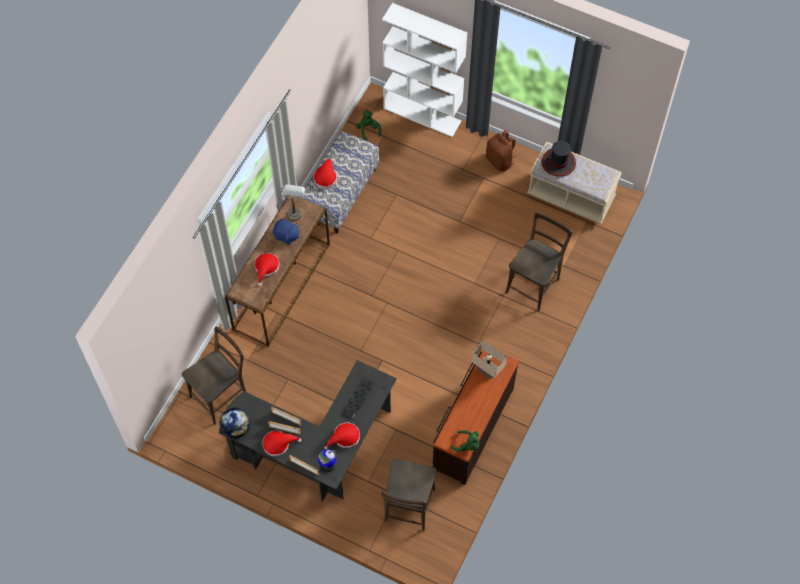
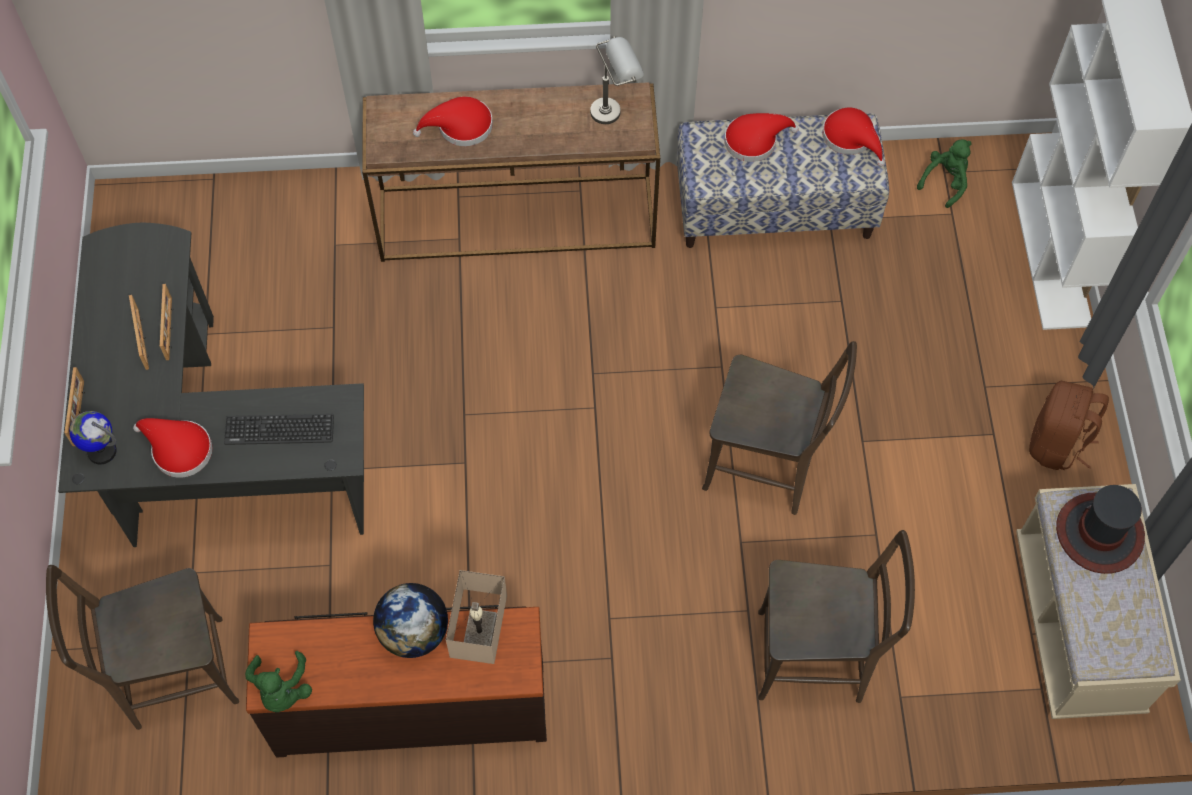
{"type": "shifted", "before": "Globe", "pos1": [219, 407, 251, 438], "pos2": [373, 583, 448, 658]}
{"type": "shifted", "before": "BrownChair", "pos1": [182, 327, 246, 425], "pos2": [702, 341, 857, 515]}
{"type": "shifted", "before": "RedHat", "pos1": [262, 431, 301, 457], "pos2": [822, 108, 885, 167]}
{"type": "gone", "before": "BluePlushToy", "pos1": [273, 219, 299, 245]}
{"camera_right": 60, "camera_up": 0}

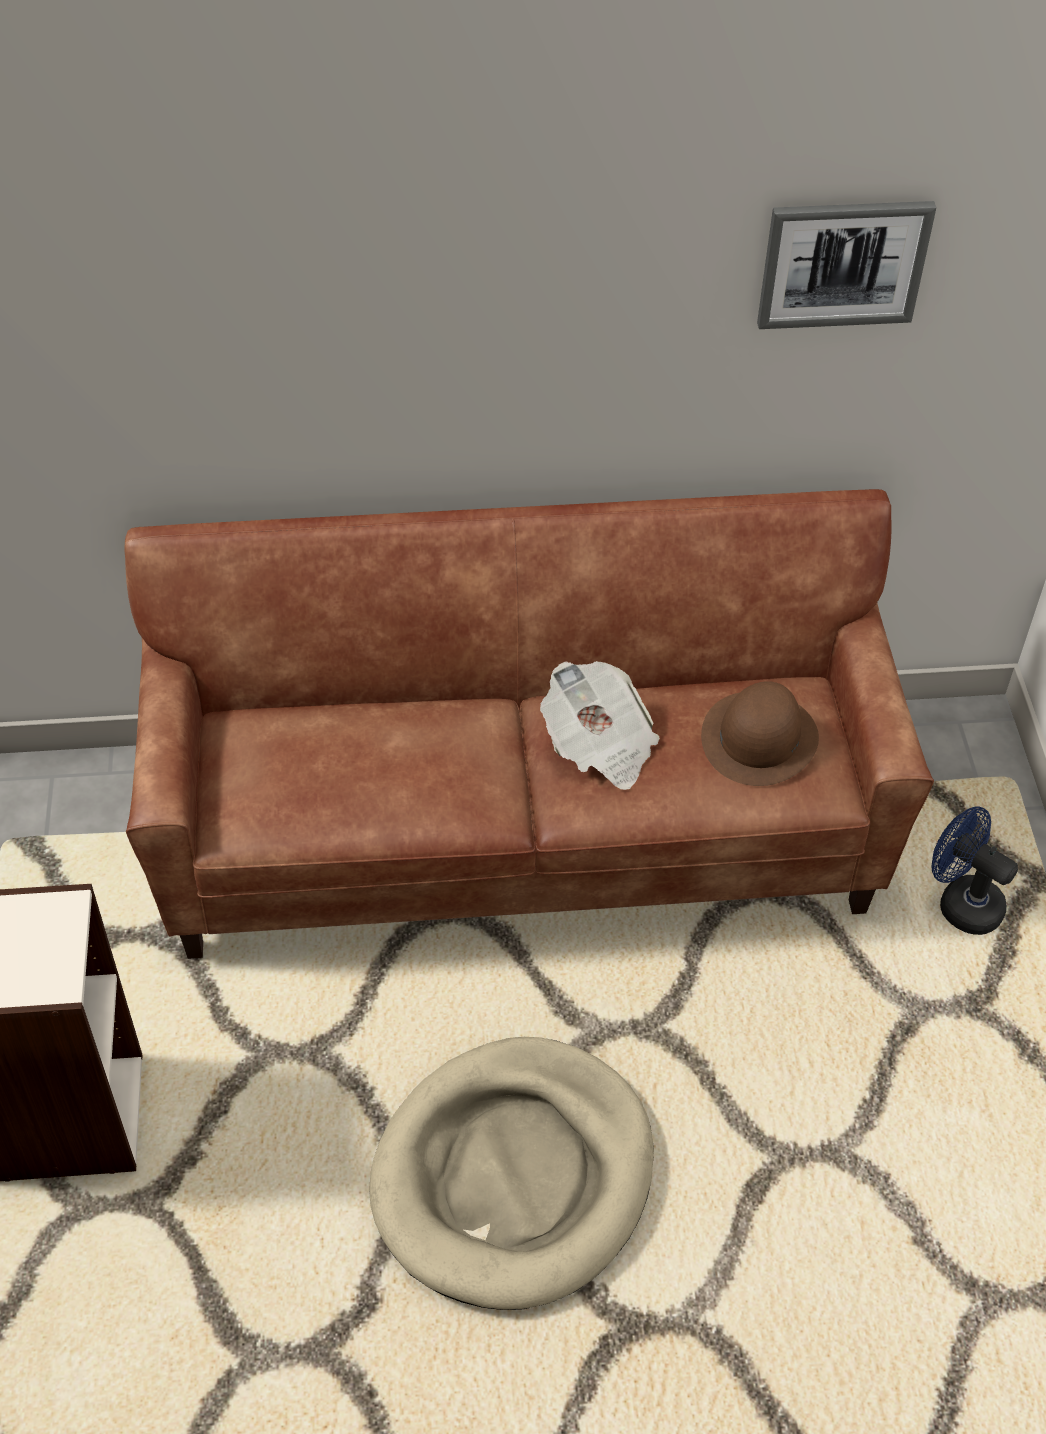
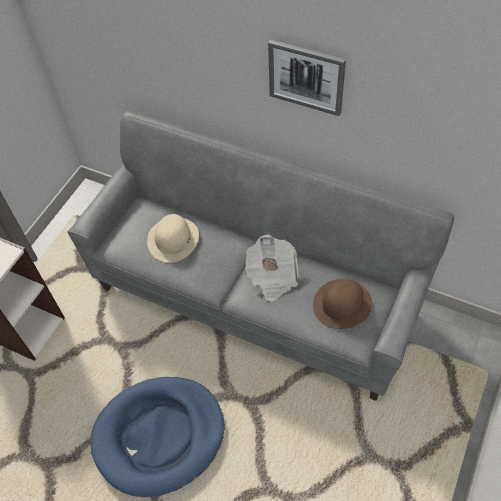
{"type": "repainted", "before": "BrownSofa", "after": "GreySofa", "pos1": [125, 489, 934, 959], "pos2": [67, 111, 454, 401]}
{"type": "repainted", "before": "BeigeDogBed", "after": "BlueDogBed", "pos1": [369, 1037, 654, 1310], "pos2": [91, 377, 225, 497]}
{"type": "new", "after": "BeigeHat", "pos2": [147, 214, 199, 263]}
{"type": "shifted", "before": "Picture", "pos1": [757, 201, 936, 329], "pos2": [268, 40, 346, 116]}
{"type": "gone", "before": "BlueFan", "pos1": [932, 806, 1018, 935]}
{"camera_right": 35, "camera_up": 5}

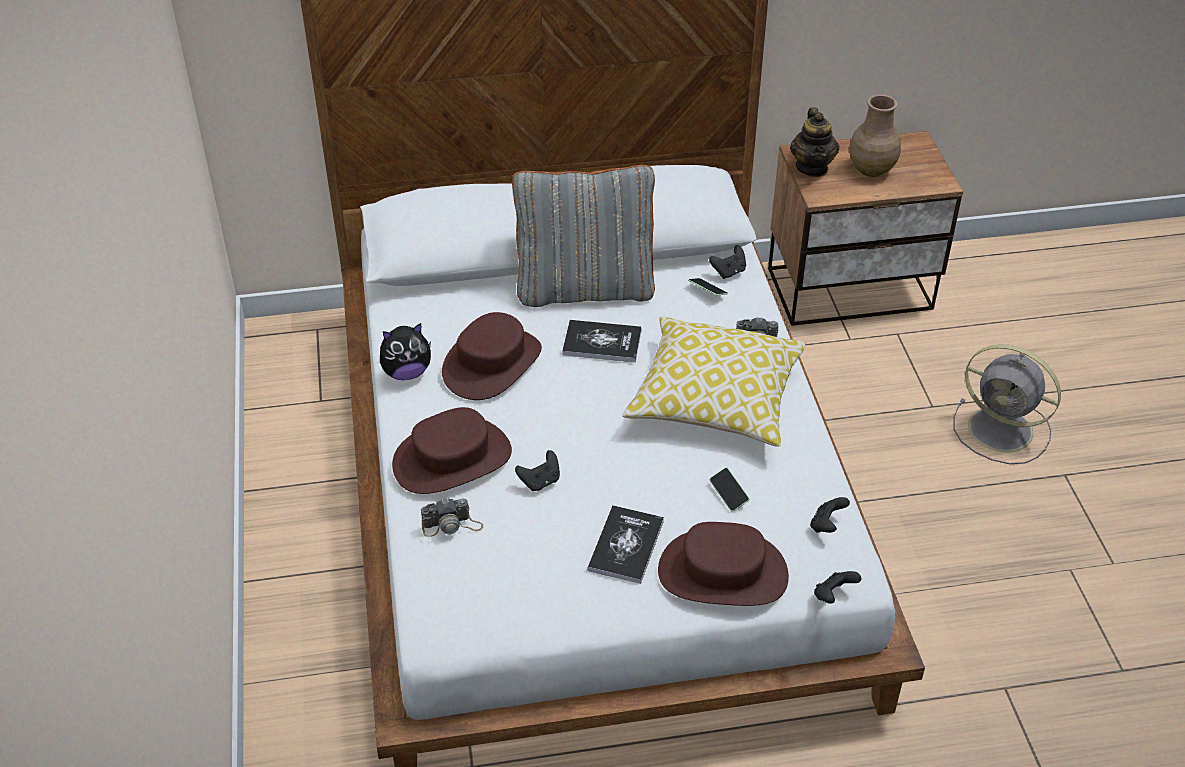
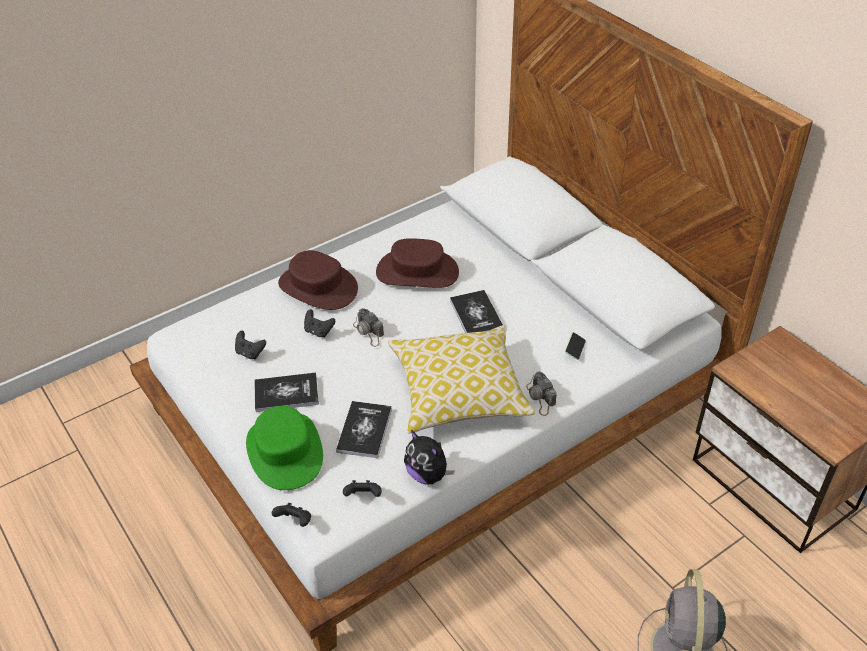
{"type": "shifted", "before": "BlackGameController", "pos1": [709, 245, 746, 279], "pos2": [235, 331, 266, 359]}
{"type": "repainted", "before": "BrownHat", "after": "GreenHat", "pos1": [658, 522, 789, 606], "pos2": [246, 406, 323, 490]}
{"type": "swapped", "before": "Phone", "after": "Book", "pos1": [710, 468, 750, 511], "pos2": [336, 401, 392, 458]}
{"type": "shifted", "before": "PhotoCamera", "pos1": [421, 498, 483, 537], "pos2": [353, 308, 384, 347]}
{"type": "shifted", "before": "PlushToy", "pos1": [380, 323, 431, 380], "pos2": [404, 430, 454, 485]}
{"type": "gone", "before": "GreyPillow", "pos1": [512, 165, 655, 307]}
{"type": "gone", "before": "Teapot", "pos1": [790, 107, 840, 177]}
{"type": "gone", "before": "BrownVase", "pos1": [849, 94, 901, 177]}
{"camera_right": 65, "camera_up": 0}

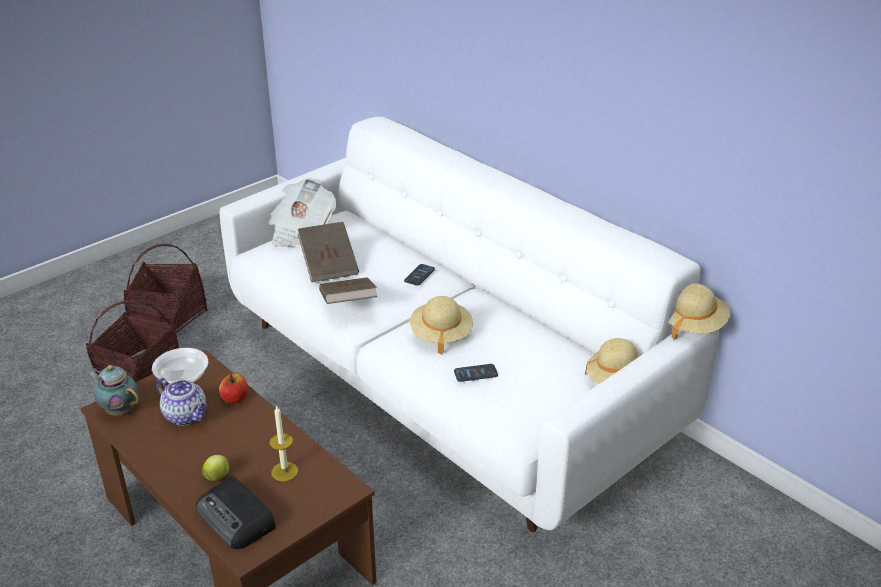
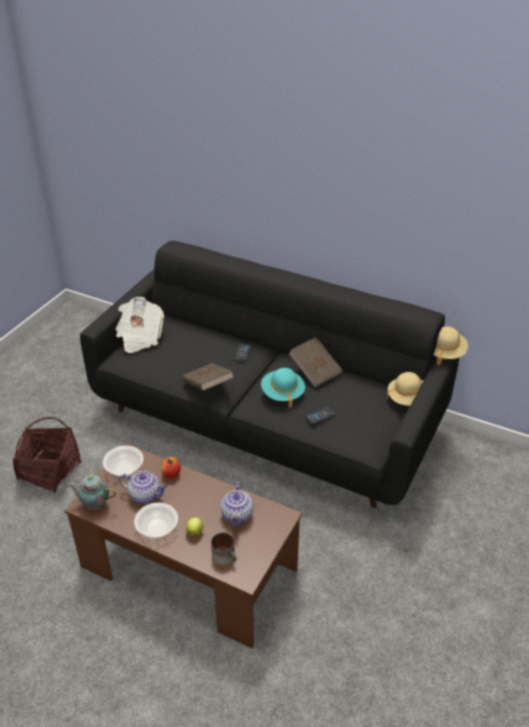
{"type": "repainted", "before": "WhiteSofa", "after": "BlackSofa", "pos1": [220, 117, 719, 532], "pos2": [80, 241, 459, 508]}
{"type": "new", "after": "Bowl", "pos2": [134, 503, 178, 538]}
{"type": "swapped", "before": "Radio", "after": "Mug", "pos1": [196, 476, 276, 549], "pos2": [211, 532, 237, 565]}
{"type": "swapped", "before": "Candle", "after": "Teapot", "pos1": [270, 406, 298, 481], "pos2": [220, 482, 253, 527]}
{"type": "repainted", "before": "BeigeHat", "after": "TurquoiseHat", "pos1": [410, 296, 473, 354], "pos2": [261, 368, 305, 408]}
{"type": "shifted", "before": "BrownBook", "pos1": [298, 222, 359, 282], "pos2": [289, 337, 343, 387]}
{"type": "gone", "before": "Basket", "pos1": [124, 244, 208, 333]}
{"camera_right": -20, "camera_up": 5}

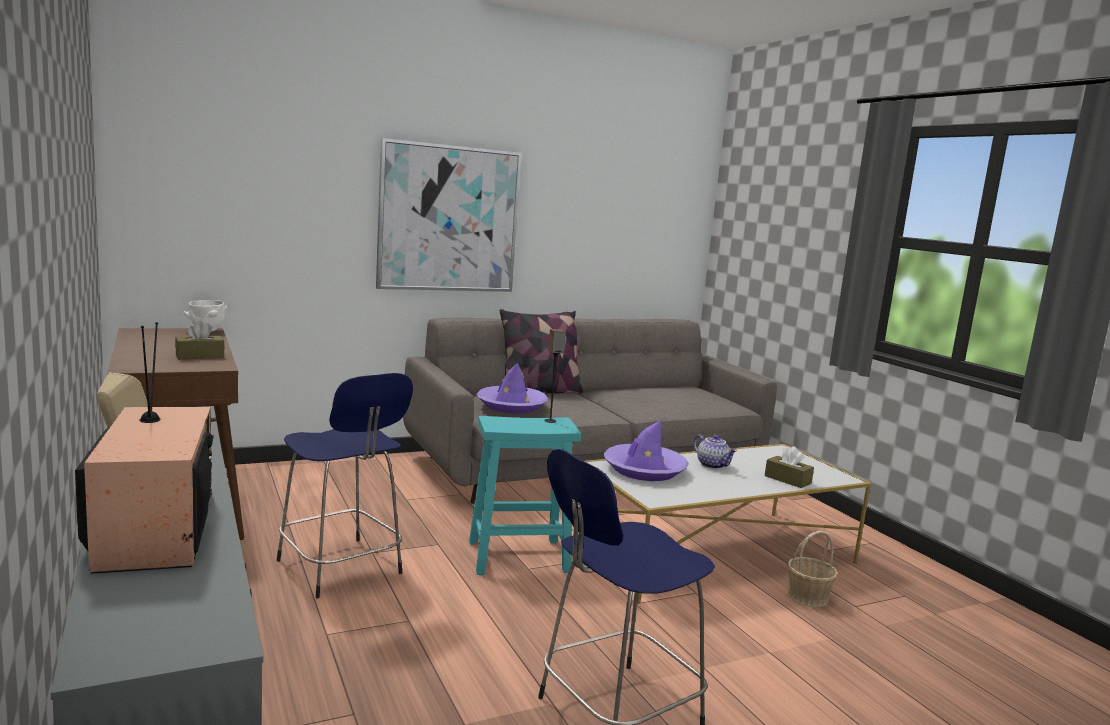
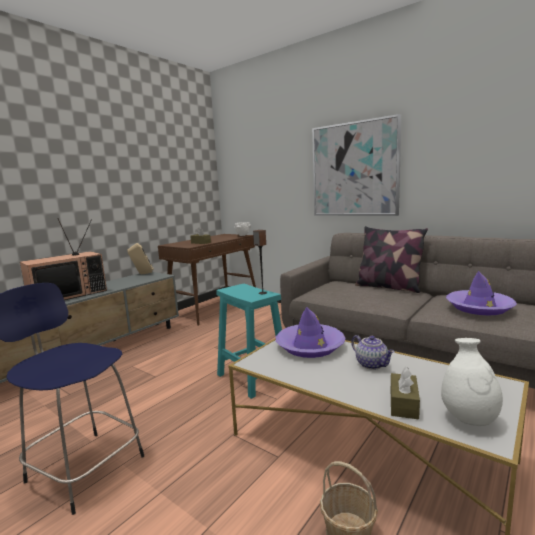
{"type": "rotated", "before": "Teapot", "pos1": [693, 435, 737, 469], "pos2": [351, 335, 395, 370], "turn": -60}
{"type": "new", "after": "WhiteVase", "pos2": [441, 338, 503, 426]}
{"type": "shifted", "before": "PurpleHat", "pos1": [477, 363, 549, 413], "pos2": [446, 271, 517, 316]}
{"type": "gone", "before": "BlueStool", "pos1": [277, 373, 413, 599]}
{"camera_right": 65, "camera_up": 0}

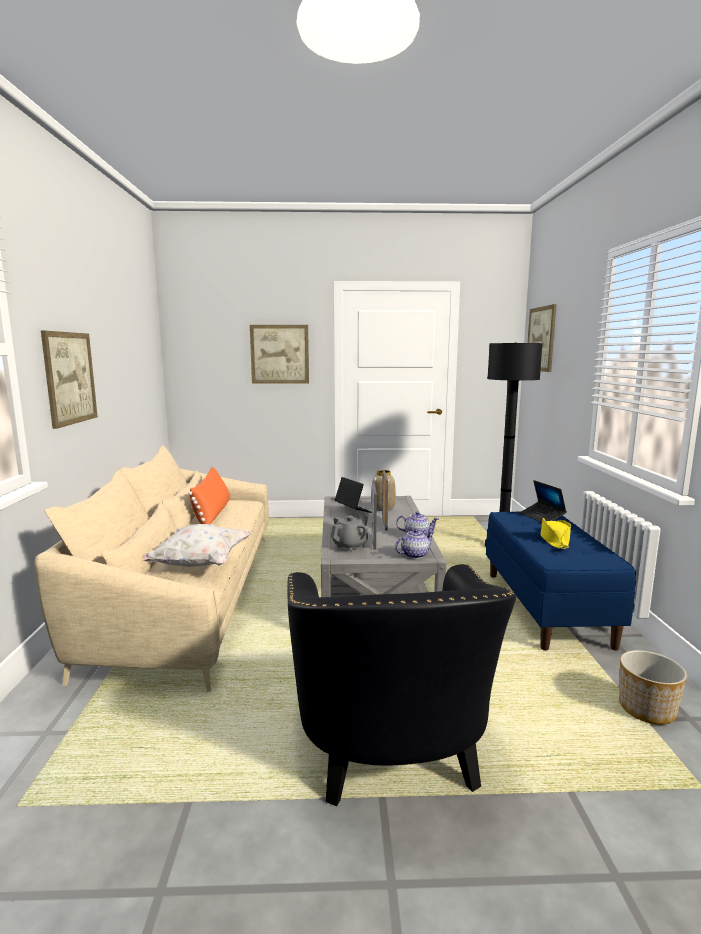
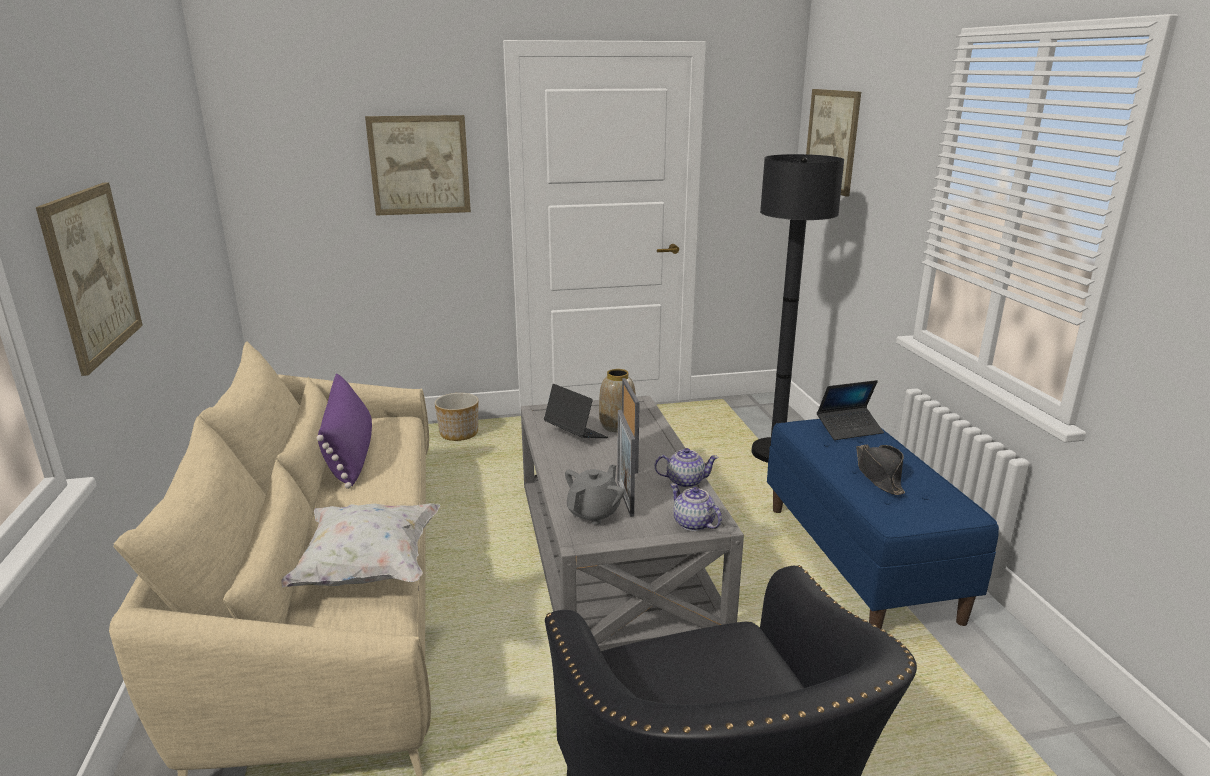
{"type": "repainted", "before": "OrangePillow", "after": "PurplePillow", "pos1": [188, 467, 230, 524], "pos2": [317, 373, 372, 489]}
{"type": "shifted", "before": "Planter", "pos1": [619, 650, 687, 725], "pos2": [435, 393, 478, 441]}
{"type": "rotated", "before": "Teapot", "pos1": [395, 529, 434, 559], "pos2": [670, 483, 722, 531], "turn": -90}
{"type": "rotated", "before": "Laptop", "pos1": [520, 480, 567, 523], "pos2": [817, 380, 884, 440], "turn": -75}
{"type": "repainted", "before": "YellowHat", "after": "BlackHat", "pos1": [541, 518, 571, 549], "pos2": [856, 444, 905, 495]}
{"camera_right": -10, "camera_up": 10}

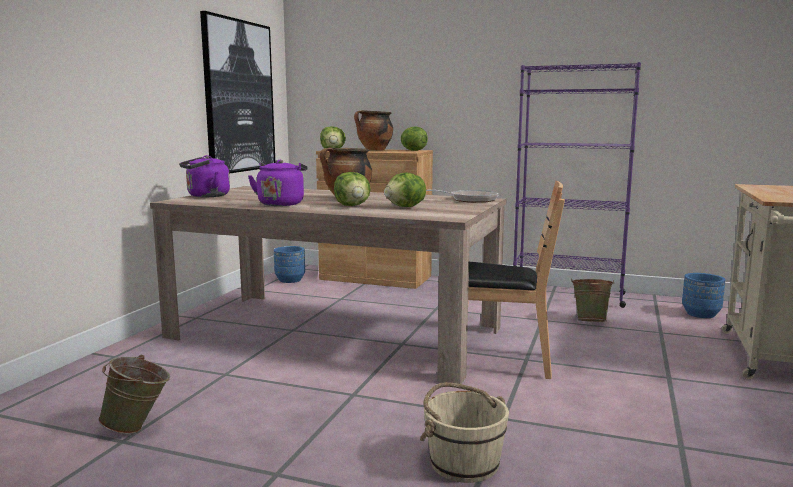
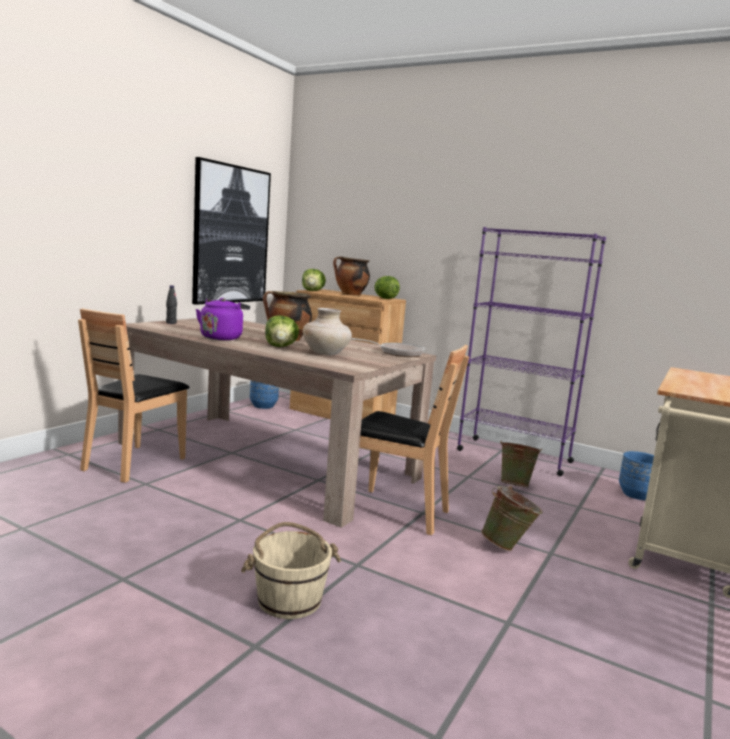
{"type": "new", "after": "BrownChair", "pos2": [78, 308, 189, 483]}
{"type": "swapped", "before": "PurpleKettle", "after": "BlackBottle", "pos1": [179, 155, 230, 197], "pos2": [166, 285, 177, 324]}
{"type": "swapped", "before": "Lettuce", "after": "BeigeVase", "pos1": [384, 173, 426, 207], "pos2": [303, 308, 352, 355]}
{"type": "shifted", "before": "GreenBucket", "pos1": [98, 355, 170, 434], "pos2": [481, 486, 543, 551]}
{"camera_right": 10, "camera_up": 0}

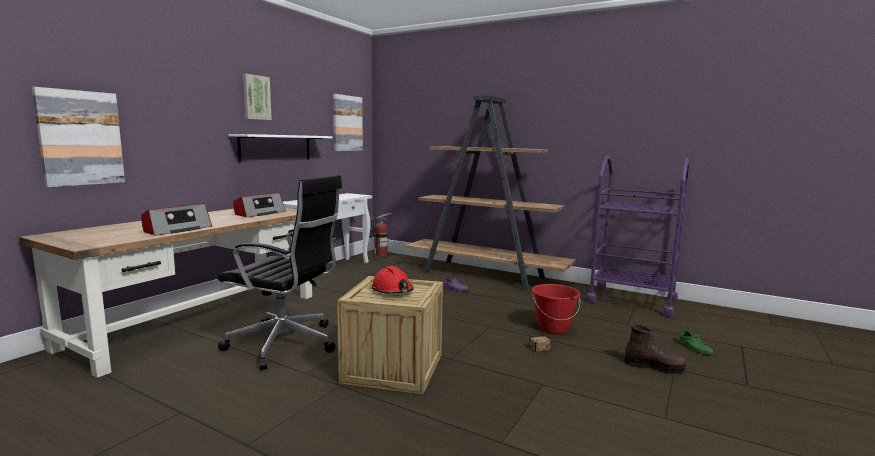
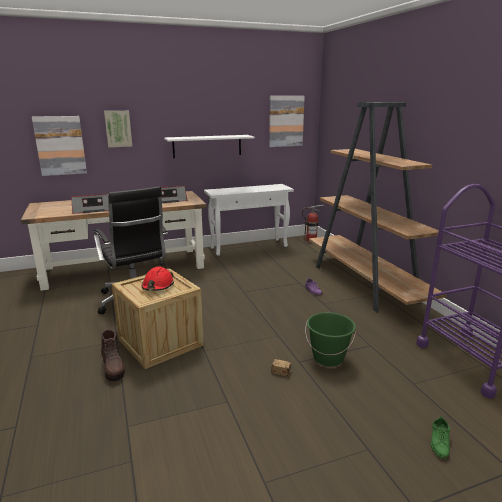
{"type": "shifted", "before": "BrownBoot", "pos1": [624, 325, 686, 373], "pos2": [101, 330, 125, 381]}
{"type": "shifted", "before": "Picture", "pos1": [243, 74, 272, 120], "pos2": [104, 111, 132, 147]}
{"type": "repainted", "before": "RedBucket", "after": "GreenBucket", "pos1": [532, 284, 580, 334], "pos2": [305, 312, 356, 367]}
{"camera_right": 40, "camera_up": 10}

